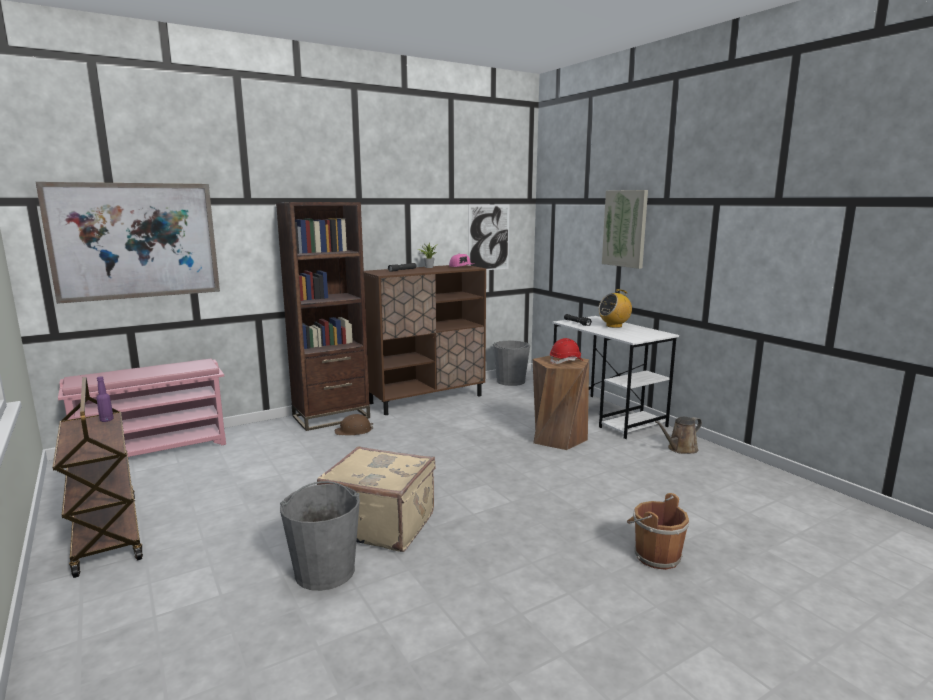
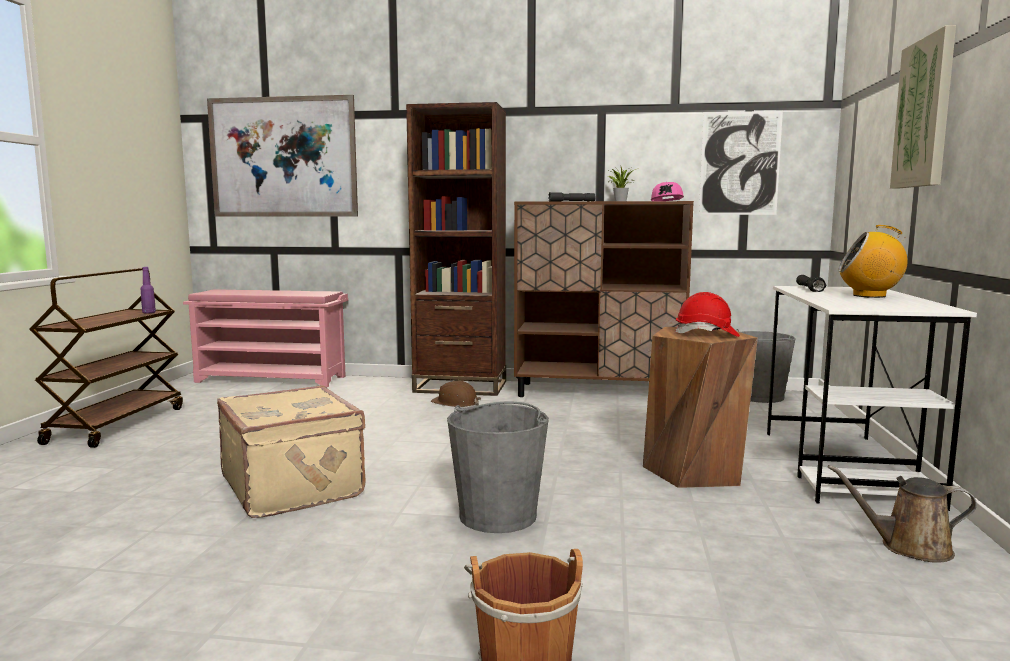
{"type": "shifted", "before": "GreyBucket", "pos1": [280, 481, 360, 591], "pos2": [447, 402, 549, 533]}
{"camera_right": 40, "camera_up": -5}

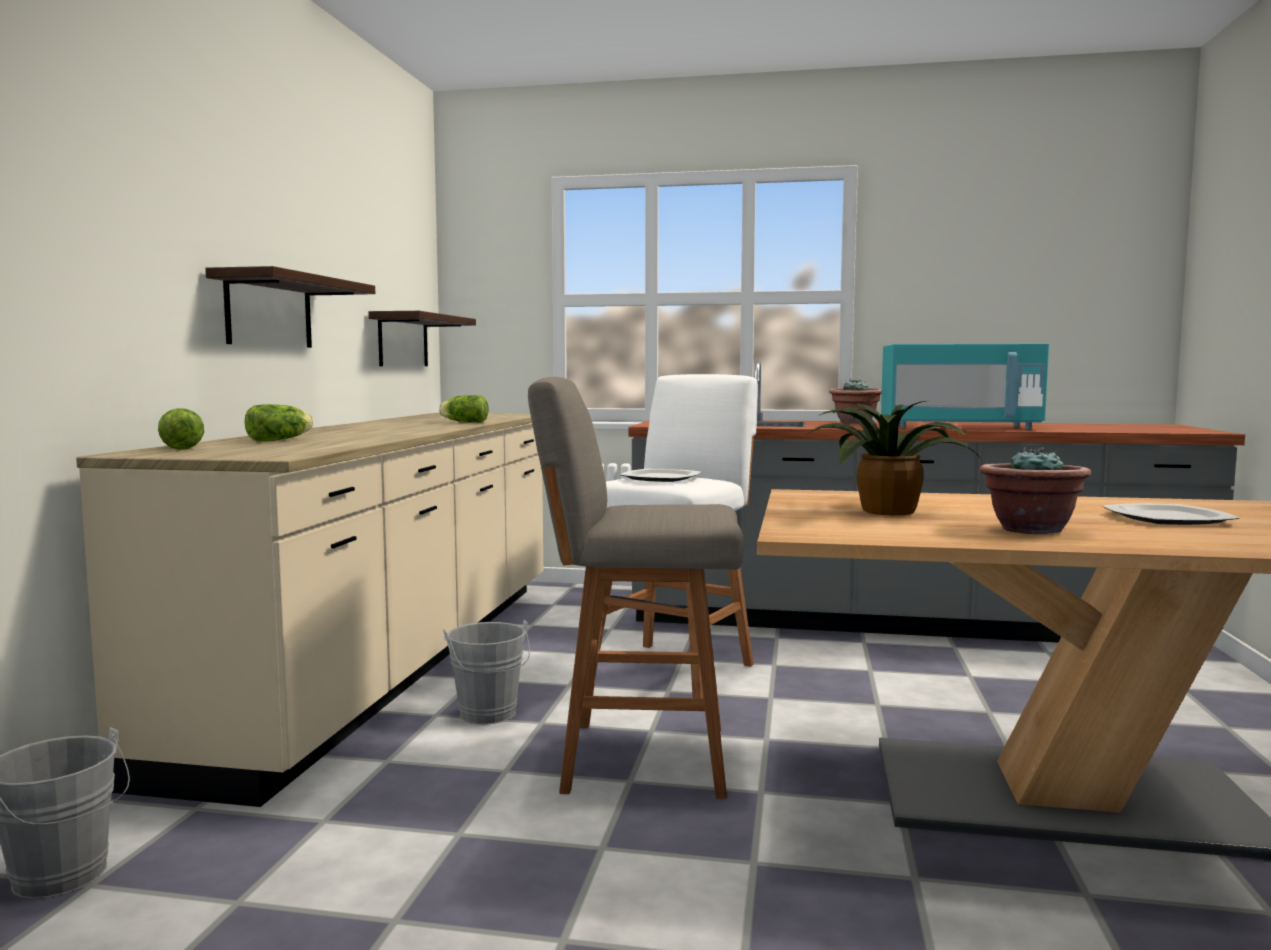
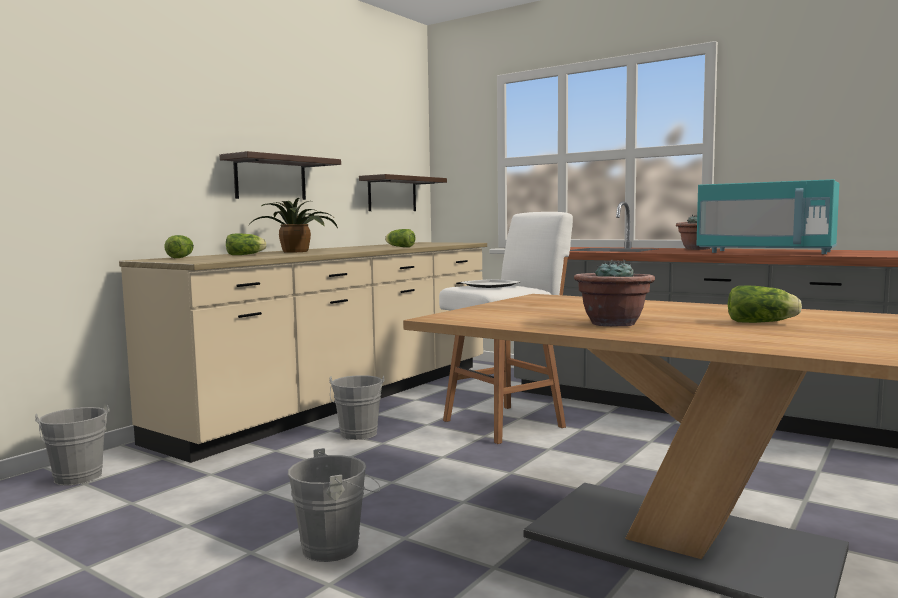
{"type": "shifted", "before": "PottedPlant", "pos1": [808, 401, 982, 515], "pos2": [248, 198, 338, 253]}
{"type": "new", "after": "GreyBucket", "pos2": [288, 448, 380, 562]}
{"type": "swapped", "before": "Plate", "after": "Lettuce", "pos1": [1103, 503, 1240, 525], "pos2": [728, 286, 802, 323]}
{"type": "gone", "before": "GreyStool", "pos1": [528, 377, 743, 799]}
{"camera_right": 25, "camera_up": 0}

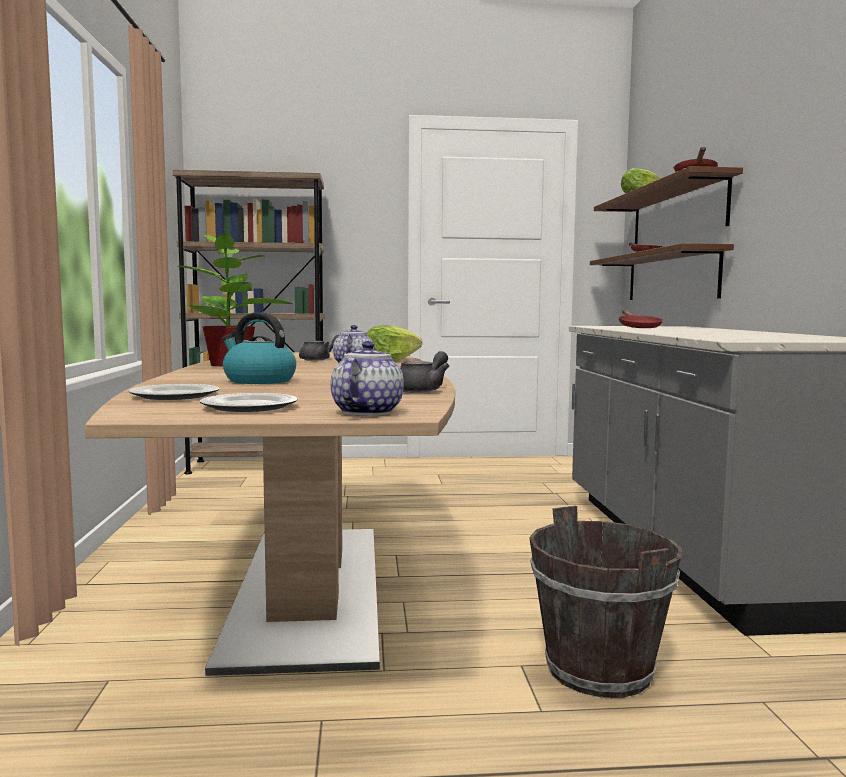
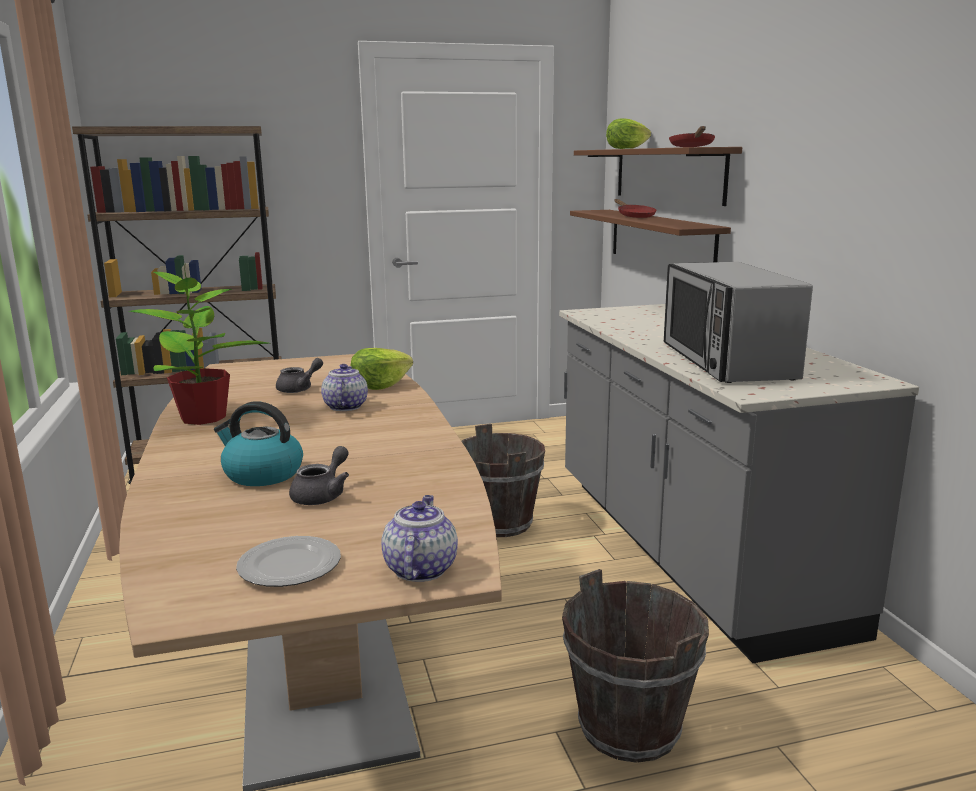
{"type": "shifted", "before": "GreyTeapot", "pos1": [400, 351, 449, 393], "pos2": [289, 446, 349, 505]}
{"type": "new", "after": "BrownBucket", "pos2": [462, 424, 545, 537]}
{"type": "new", "after": "Microwave", "pos2": [664, 262, 813, 383]}
{"type": "gone", "before": "Plate", "pos1": [129, 384, 219, 400]}
{"type": "gone", "before": "RedFryingPan", "pos1": [619, 310, 663, 328]}
{"camera_right": -10, "camera_up": 10}

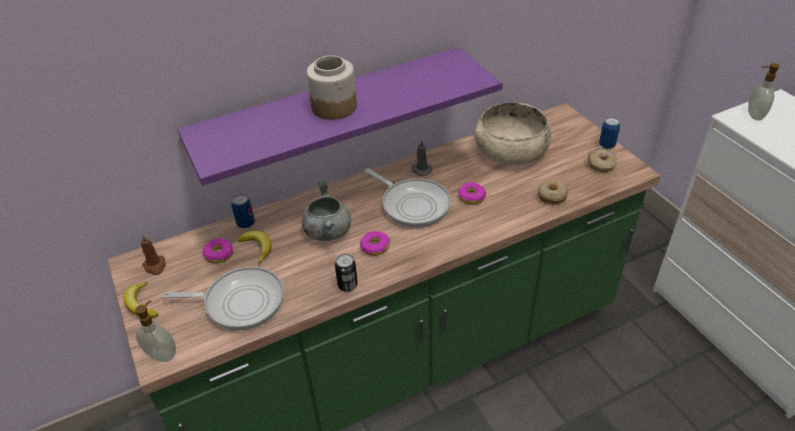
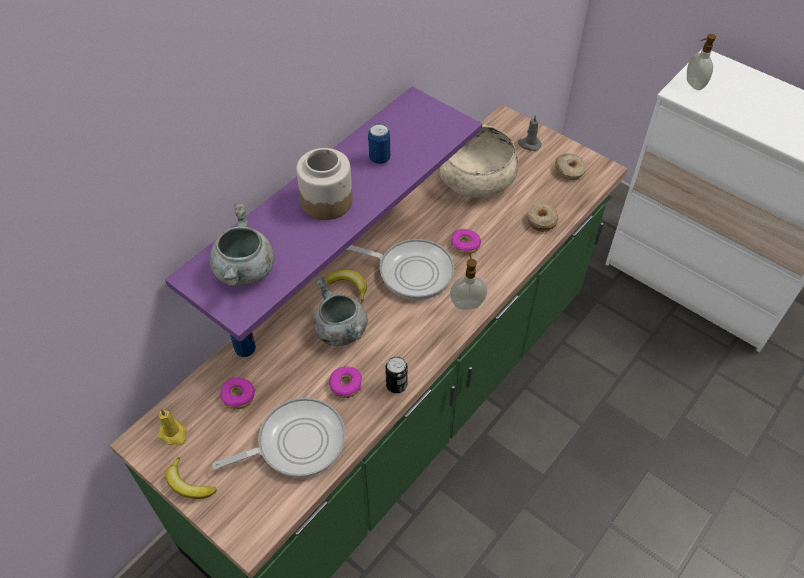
{"type": "repainted", "before": "BrownCandle", "after": "YellowCandle", "pos1": [141, 234, 166, 275], "pos2": [158, 409, 186, 445]}
{"type": "new", "after": "GreyCookingPot", "pos2": [210, 203, 275, 287]}
{"type": "shifted", "before": "Banana", "pos1": [238, 231, 272, 265], "pos2": [325, 269, 367, 303]}
{"type": "shifted", "before": "Donut", "pos1": [360, 231, 390, 256], "pos2": [329, 366, 362, 398]}
{"type": "shifted", "before": "Can", "pos1": [599, 117, 620, 149], "pos2": [368, 123, 391, 164]}
{"type": "shifted", "before": "SoapDispenser", "pos1": [135, 300, 176, 362], "pos2": [450, 254, 487, 310]}
{"type": "shifted", "before": "GreyCandle", "pos1": [412, 140, 432, 176], "pos2": [518, 115, 542, 151]}
{"camera_right": -25, "camera_up": 10}

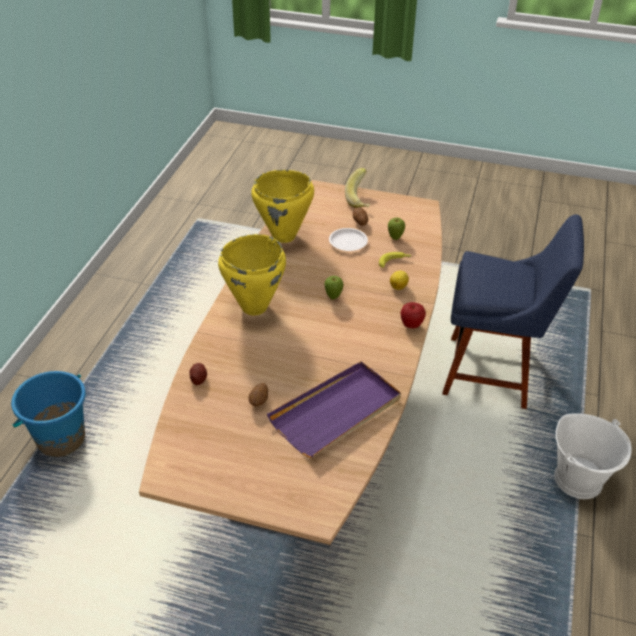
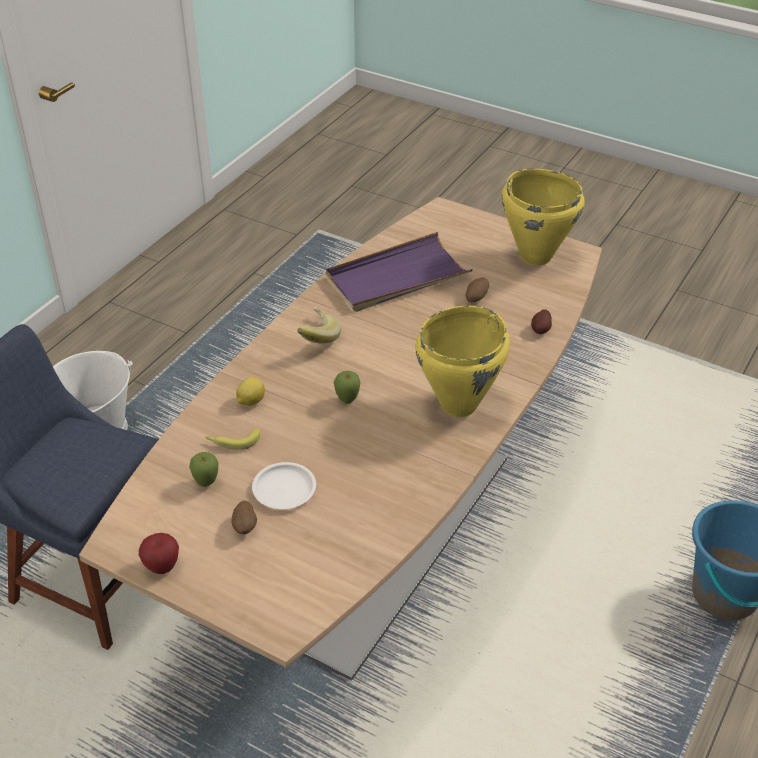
{"type": "shifted", "before": "Apple", "pos1": [401, 302, 426, 328], "pos2": [139, 533, 179, 574]}
{"type": "shifted", "before": "Banana", "pos1": [345, 168, 370, 208], "pos2": [297, 307, 341, 344]}
{"type": "shifted", "before": "YellowCookingPot", "pos1": [251, 170, 314, 243], "pos2": [502, 169, 585, 266]}
{"camera_right": -165, "camera_up": 0}

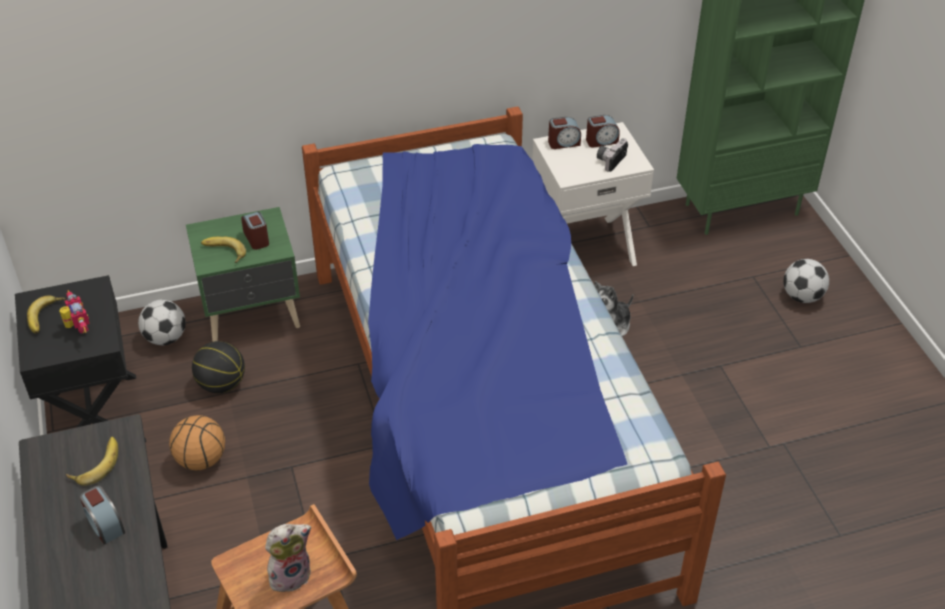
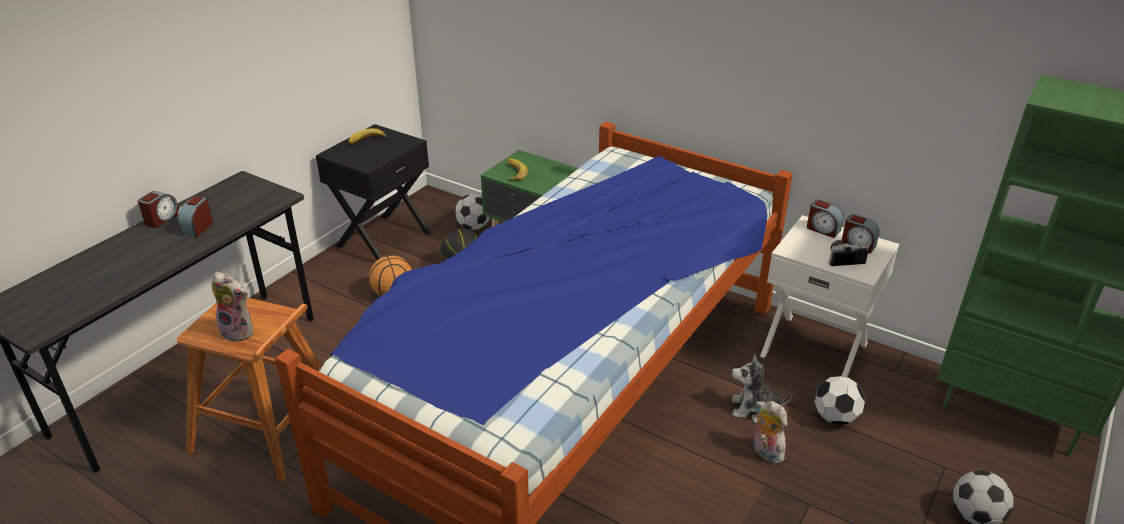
{"type": "shifted", "before": "AlarmClock", "pos1": [241, 212, 269, 250], "pos2": [138, 191, 179, 228]}
{"type": "new", "after": "PlushToy", "pos2": [754, 401, 787, 464]}
{"type": "new", "after": "Football", "pos2": [815, 376, 865, 425]}
{"type": "gone", "before": "ToyRobot", "pos1": [59, 290, 90, 334]}
{"type": "gone", "before": "Banana", "pos1": [66, 437, 118, 486]}
{"camera_right": 50, "camera_up": -10}

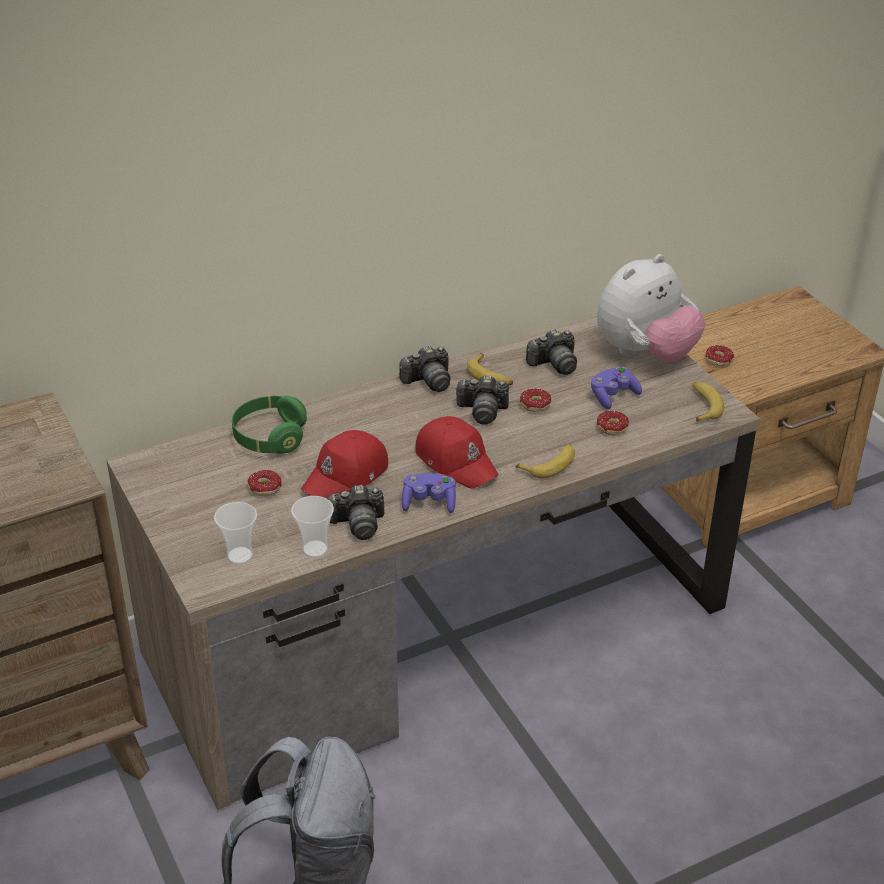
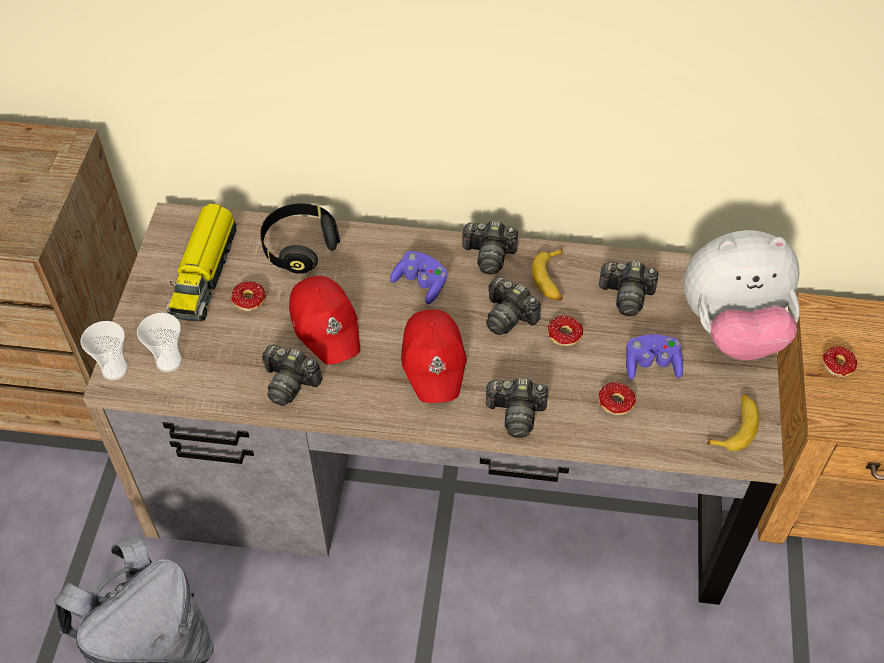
{"type": "shifted", "before": "Cup", "pos1": [291, 496, 334, 558], "pos2": [80, 321, 128, 380]}
{"type": "new", "after": "ToyTruck", "pos2": [166, 203, 237, 321]}
{"type": "repainted", "before": "GreenHeadphones", "after": "BlackHeadphones", "pos1": [232, 396, 307, 454], "pos2": [260, 204, 340, 274]}
{"type": "rotated", "before": "RedCap", "pos1": [301, 430, 388, 499], "pos2": [289, 276, 360, 365], "turn": -105}
{"type": "shifted", "before": "PurpleGameController", "pos1": [402, 473, 456, 513], "pos2": [390, 251, 447, 304]}
{"type": "swapped", "before": "Banana", "after": "PhotoCamera", "pos1": [516, 444, 575, 478], "pos2": [484, 378, 548, 438]}
{"camera_right": 35, "camera_up": 15}

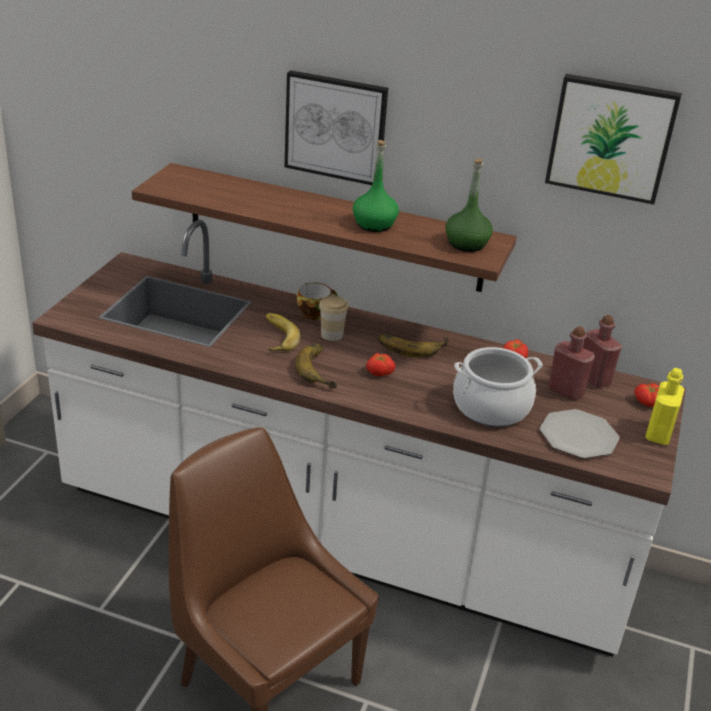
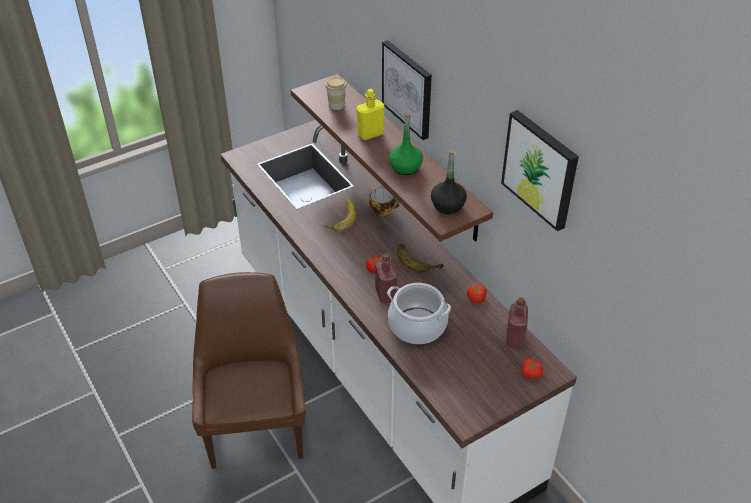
{"type": "shifted", "before": "Cup", "pos1": [319, 295, 349, 341], "pos2": [325, 77, 347, 110]}
{"type": "shifted", "before": "YellowBottle", "pos1": [645, 368, 684, 445], "pos2": [357, 89, 385, 140]}
{"type": "shifted", "before": "RedBottle", "pos1": [548, 326, 595, 400], "pos2": [375, 253, 397, 303]}
{"type": "repainted", "before": "GreenBottle", "after": "BlackBottle", "pos1": [445, 159, 493, 252], "pos2": [431, 150, 467, 214]}
{"type": "gone", "before": "Banana", "pos1": [295, 344, 337, 389]}
{"type": "gone", "before": "Plate", "pos1": [540, 409, 619, 458]}
{"camera_right": 40, "camera_up": 10}

